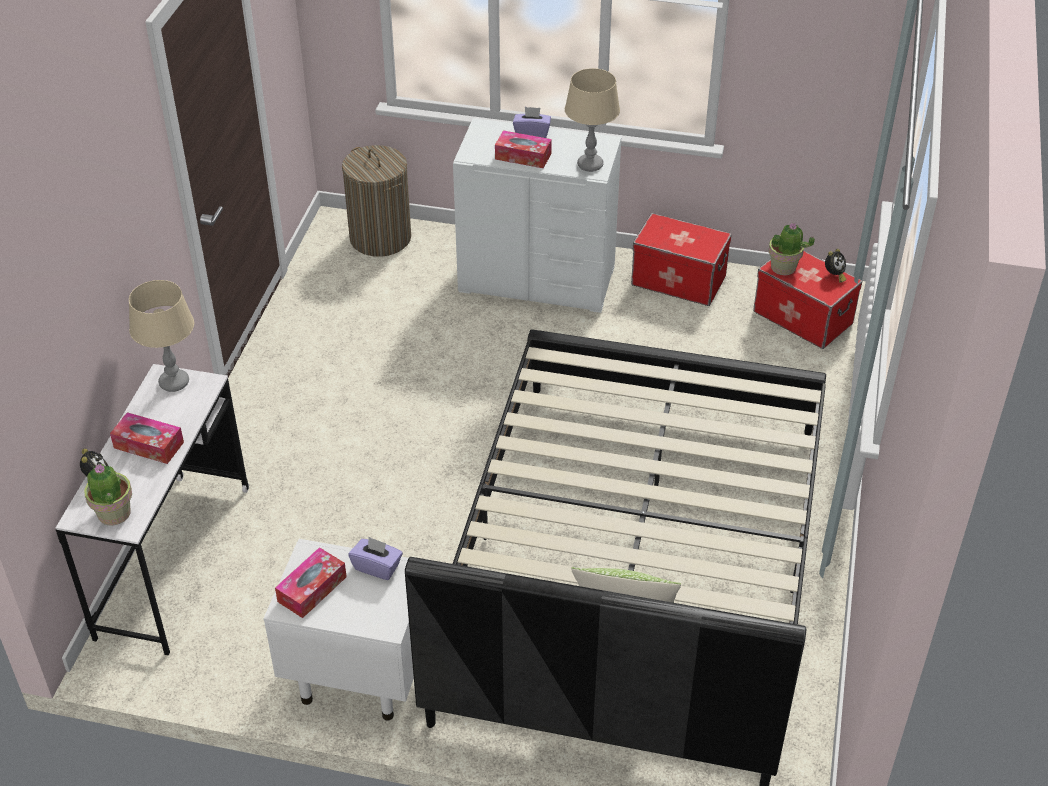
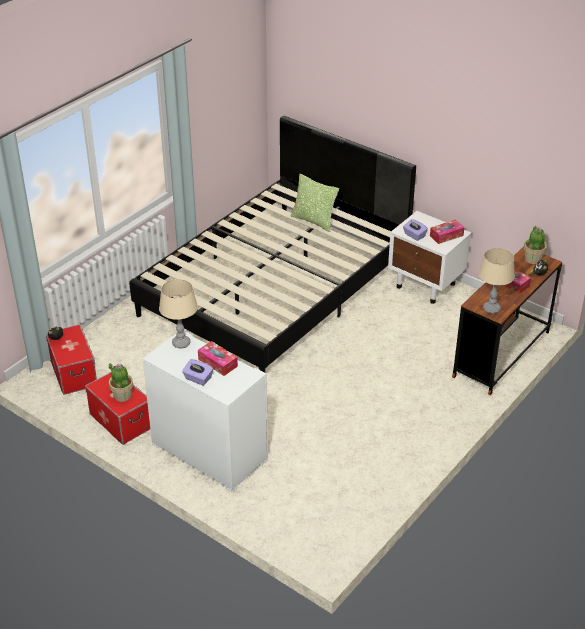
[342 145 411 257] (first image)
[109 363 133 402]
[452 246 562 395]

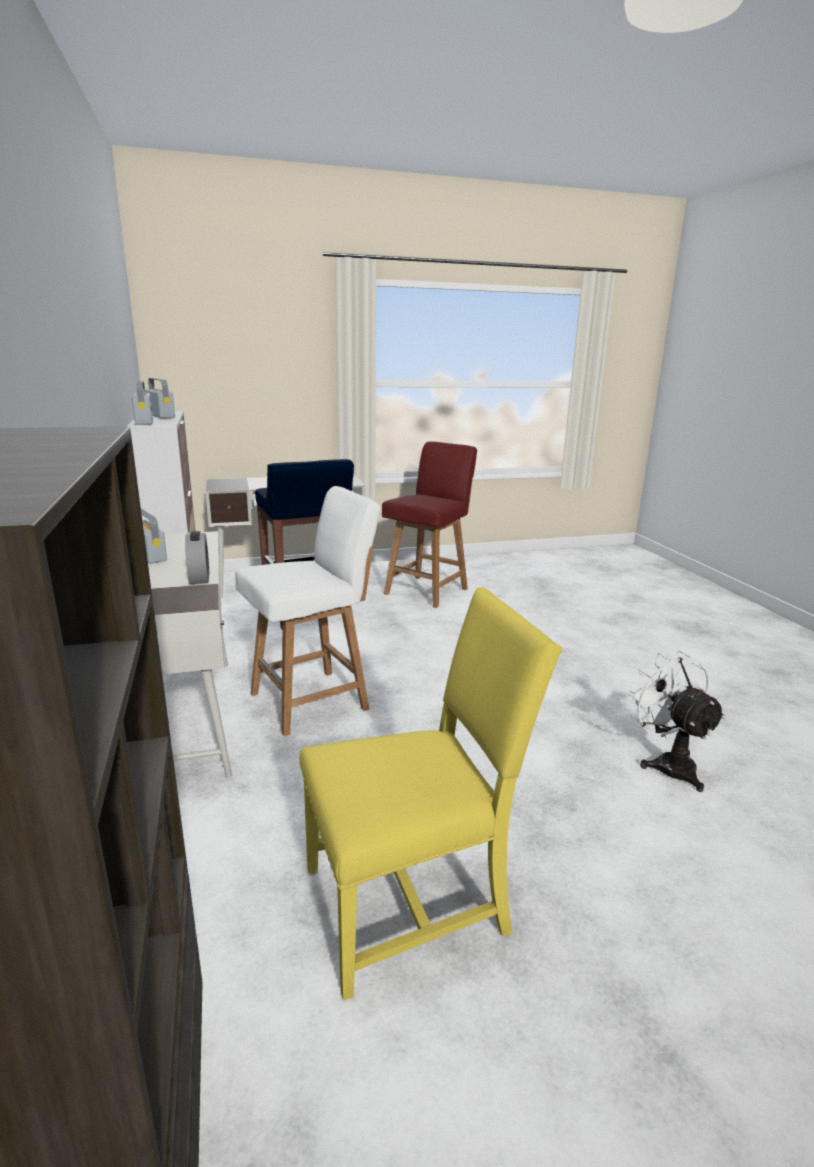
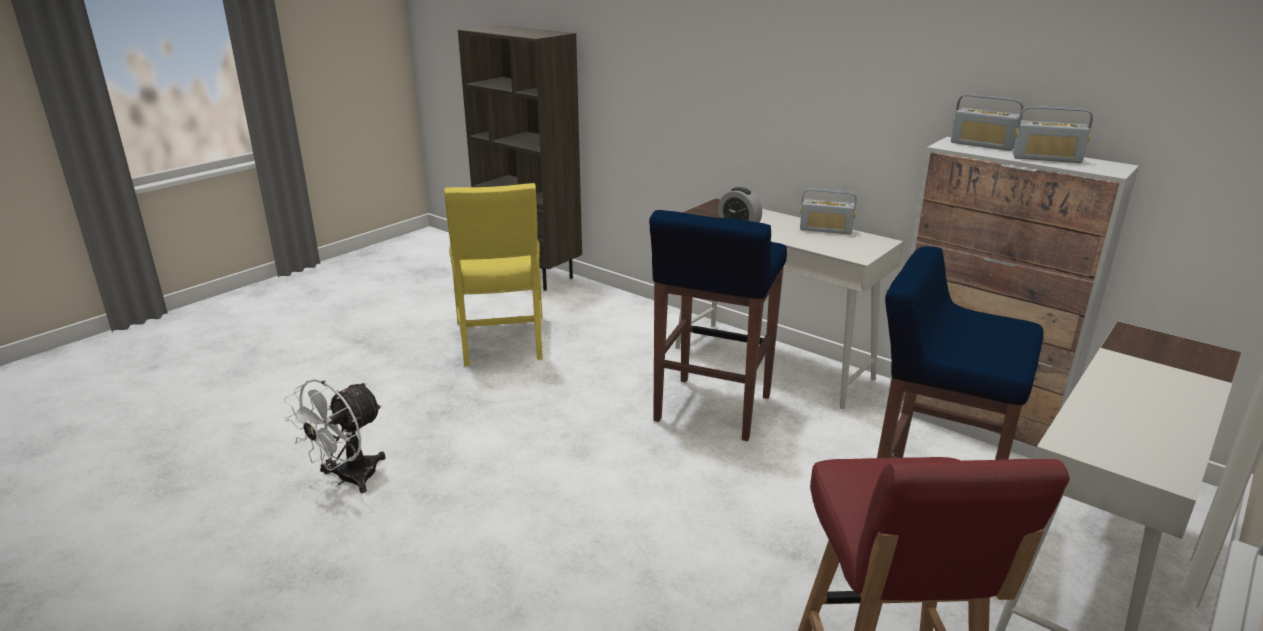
[649 210 787 441]
[444 183 543 366]
[284 379 386 493]

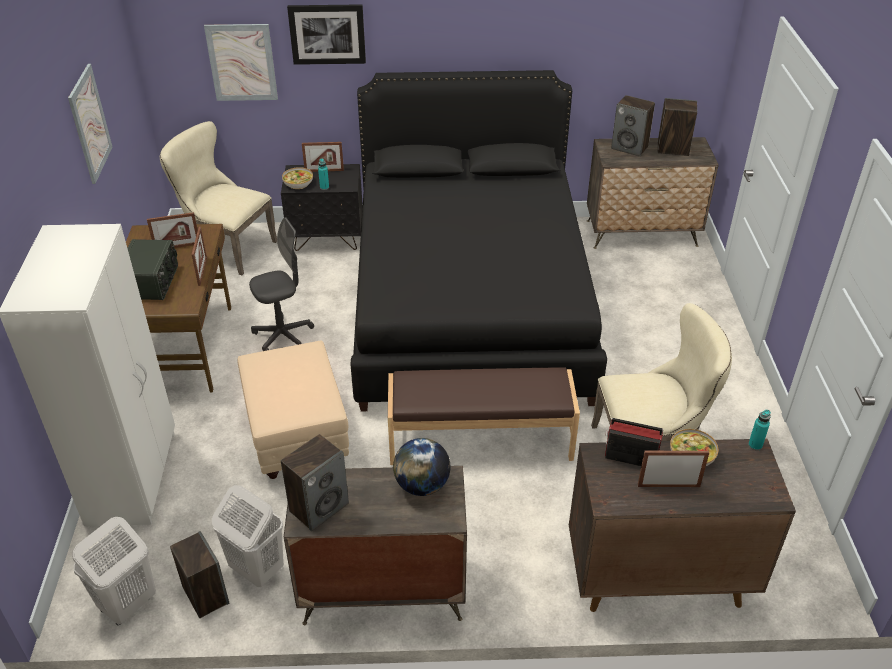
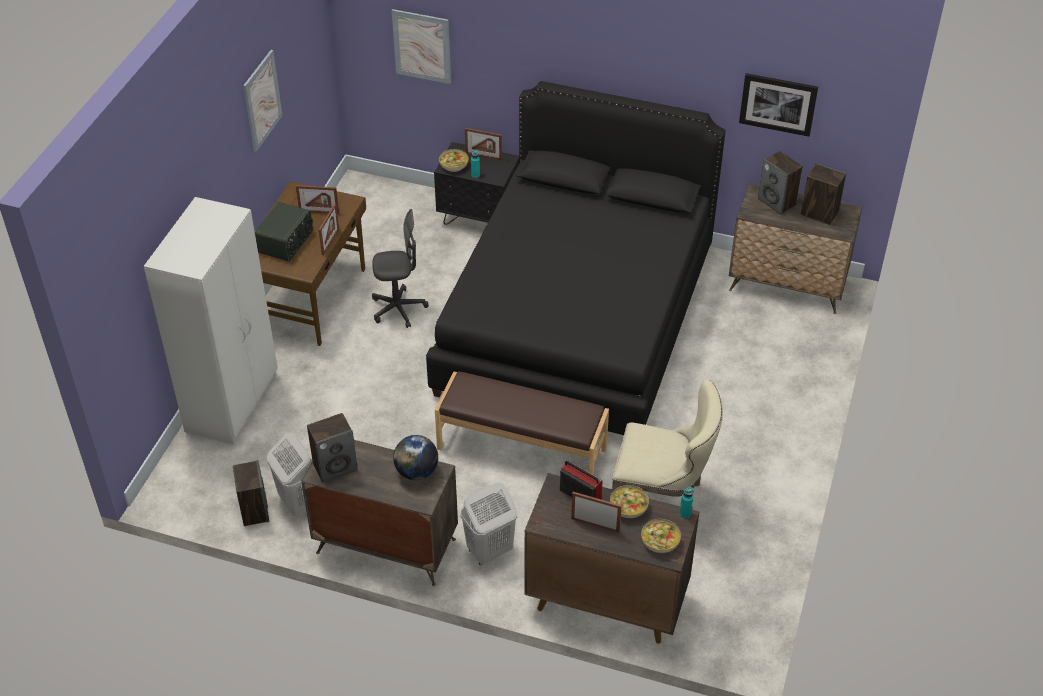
[160 121 277 275] (first image)
[237 341 349 479] (first image)
[641 519 681 553]
[460 483 517 565]
[739 73 818 137]

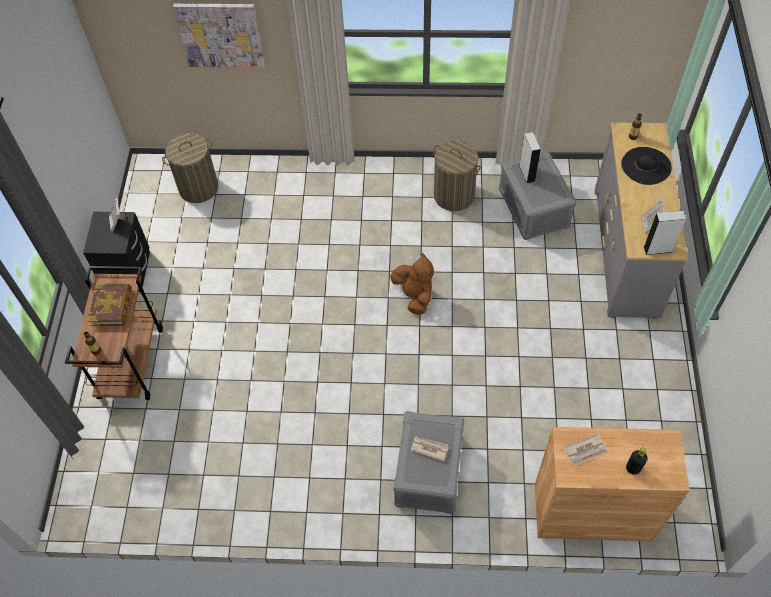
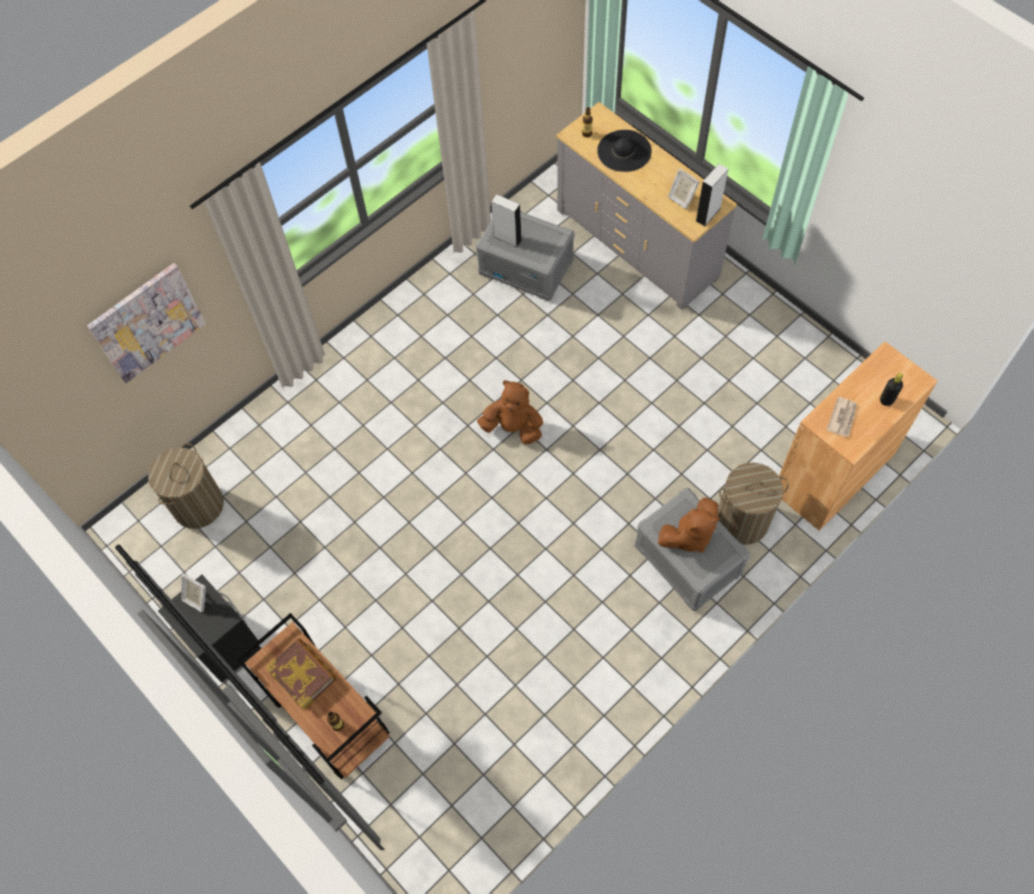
[718 462 788 545]
[658 498 720 553]

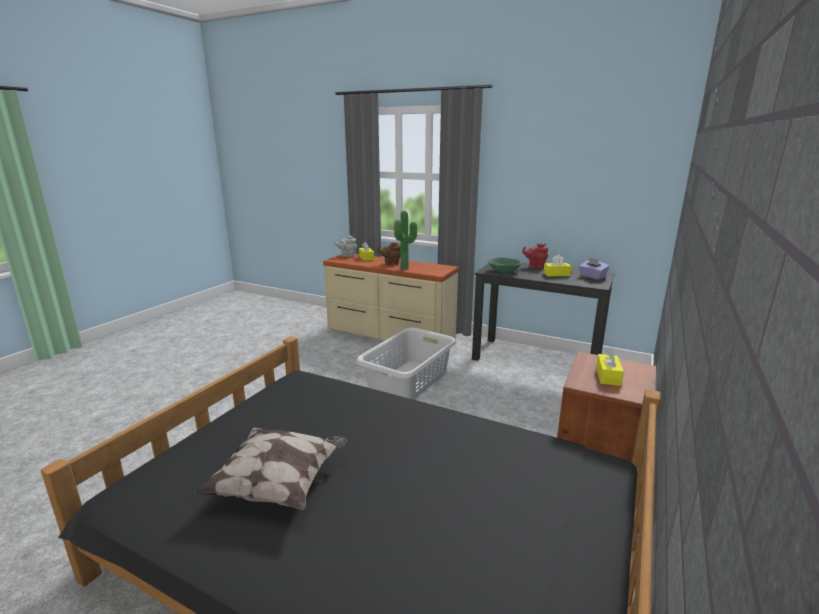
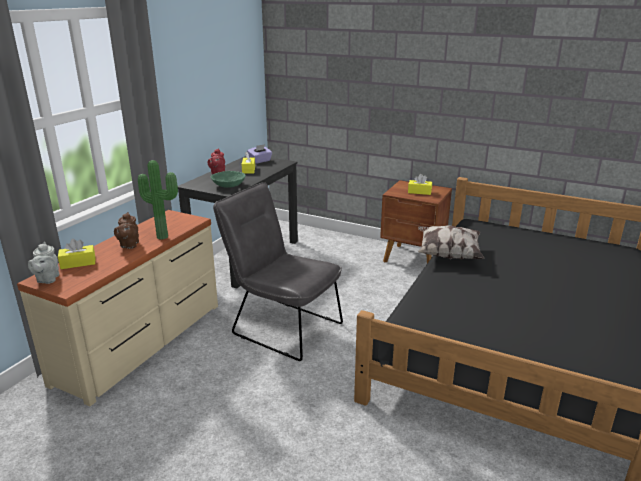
[418 225 484 259]
[213 182 343 361]

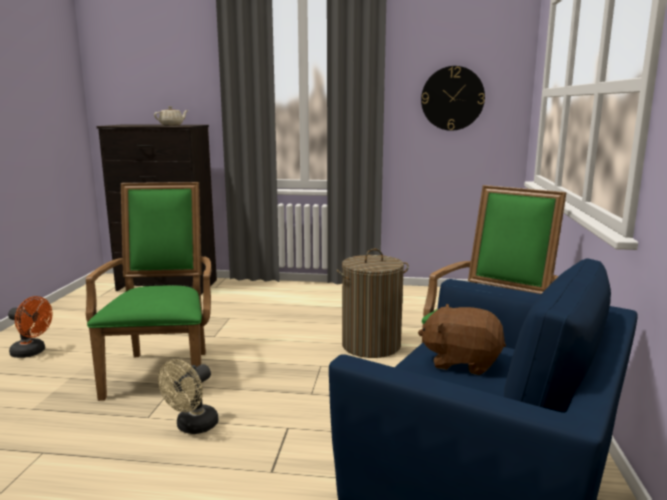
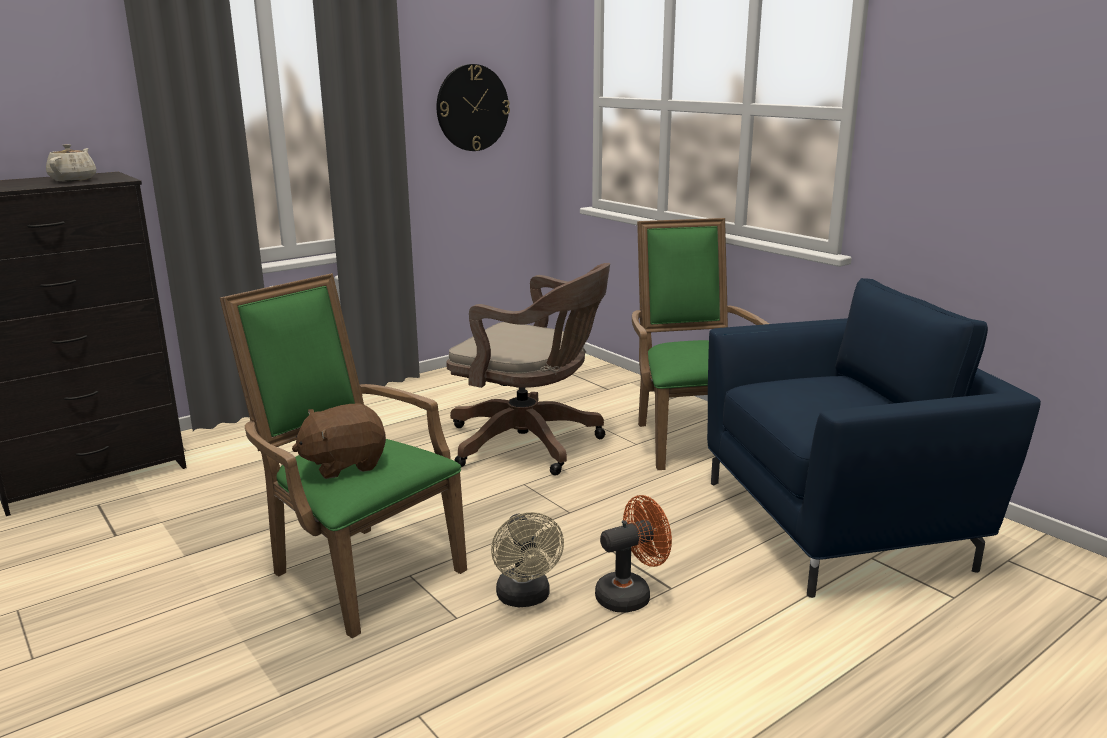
[595 495 672 613]
[292 403 386 479]
[446 263 610 475]

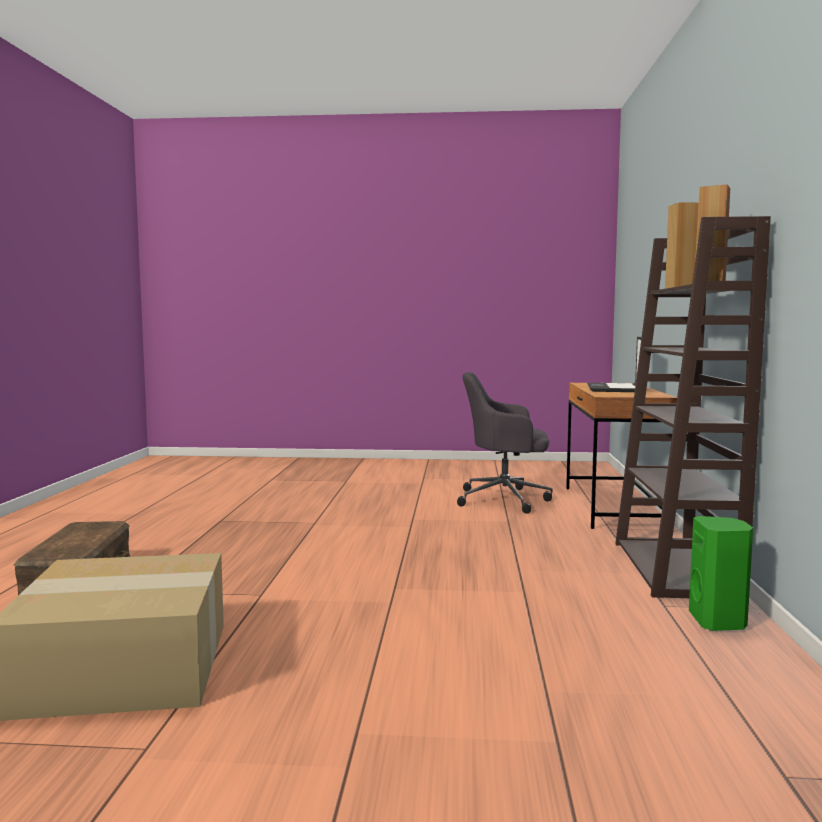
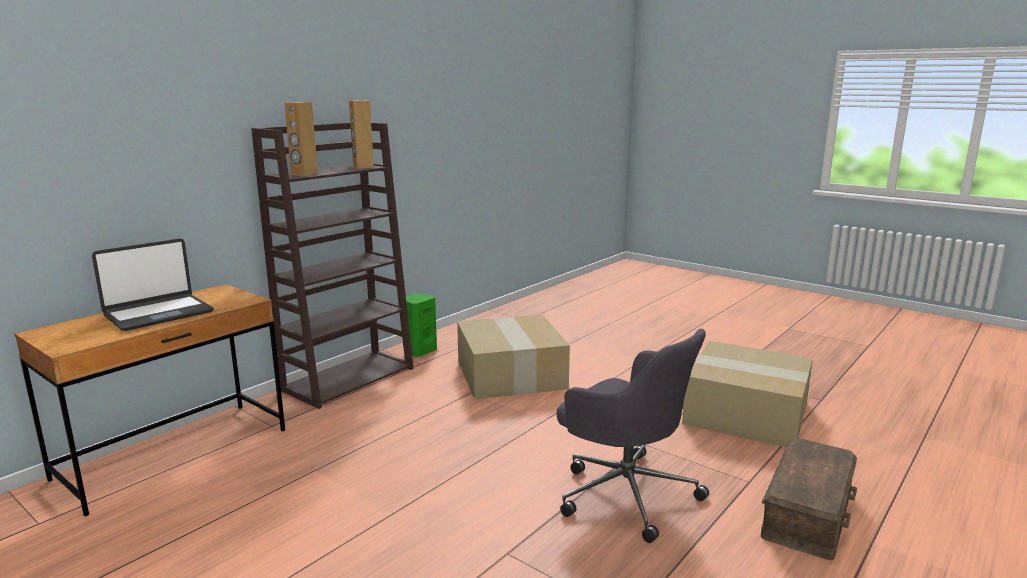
[457 314 570 399]
[557 329 709 543]

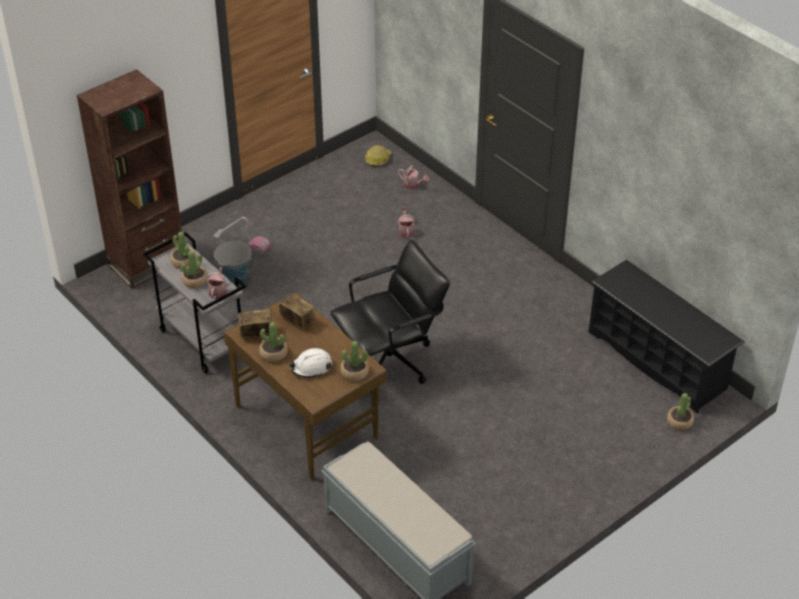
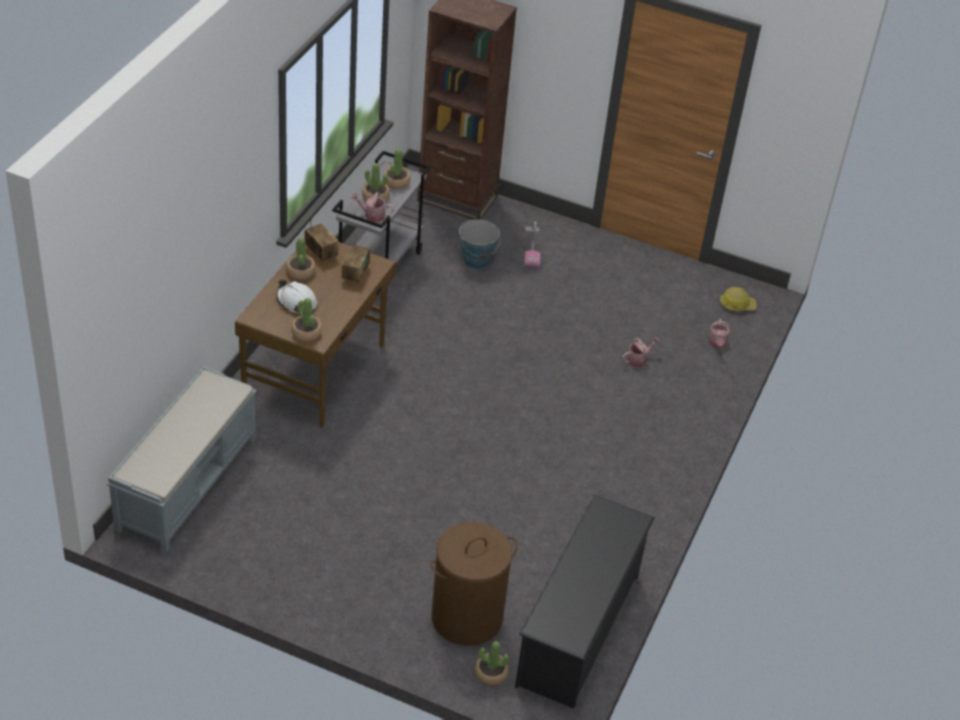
[330 240 450 384] (first image)
[430 522 518 646]
[351 192 394 222]

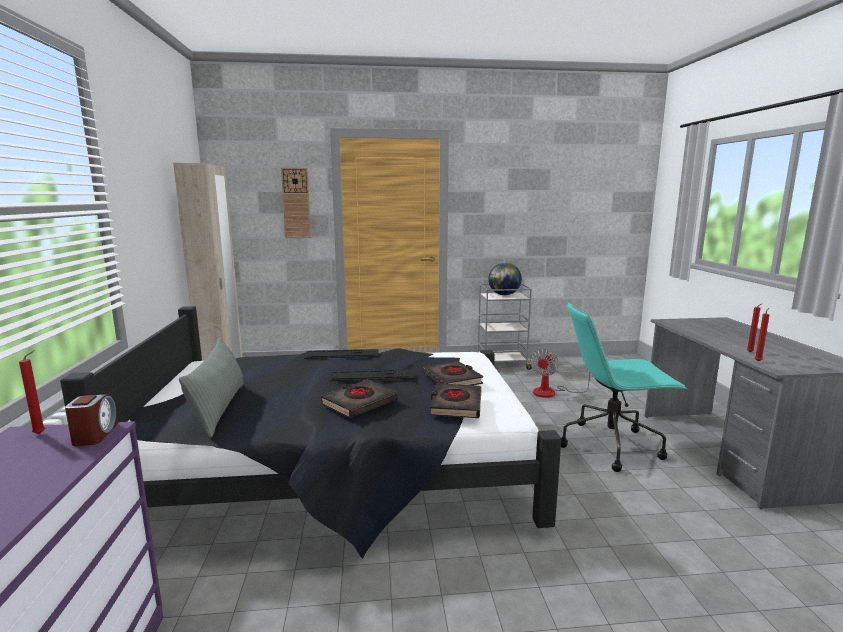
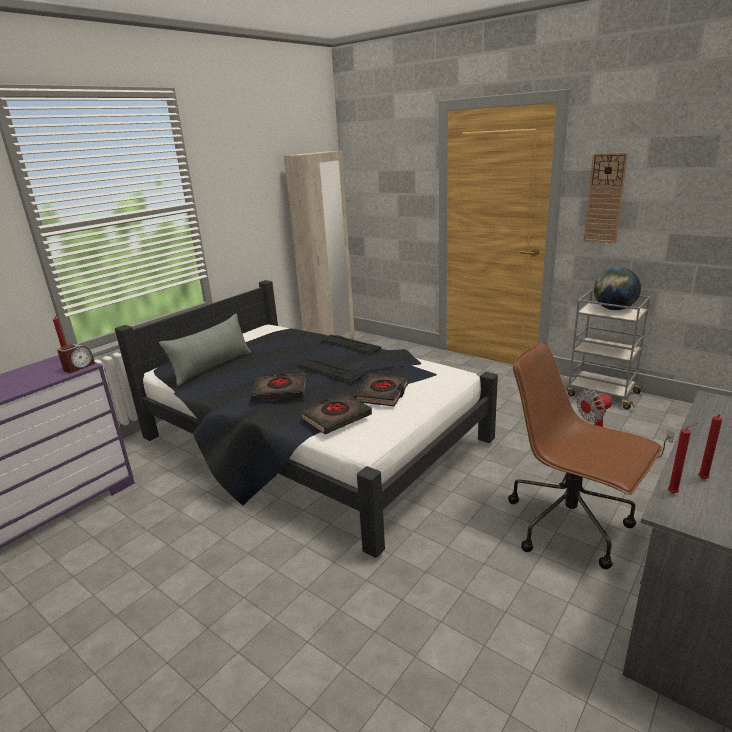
[584 153 628 243]
[508 342 663 569]

